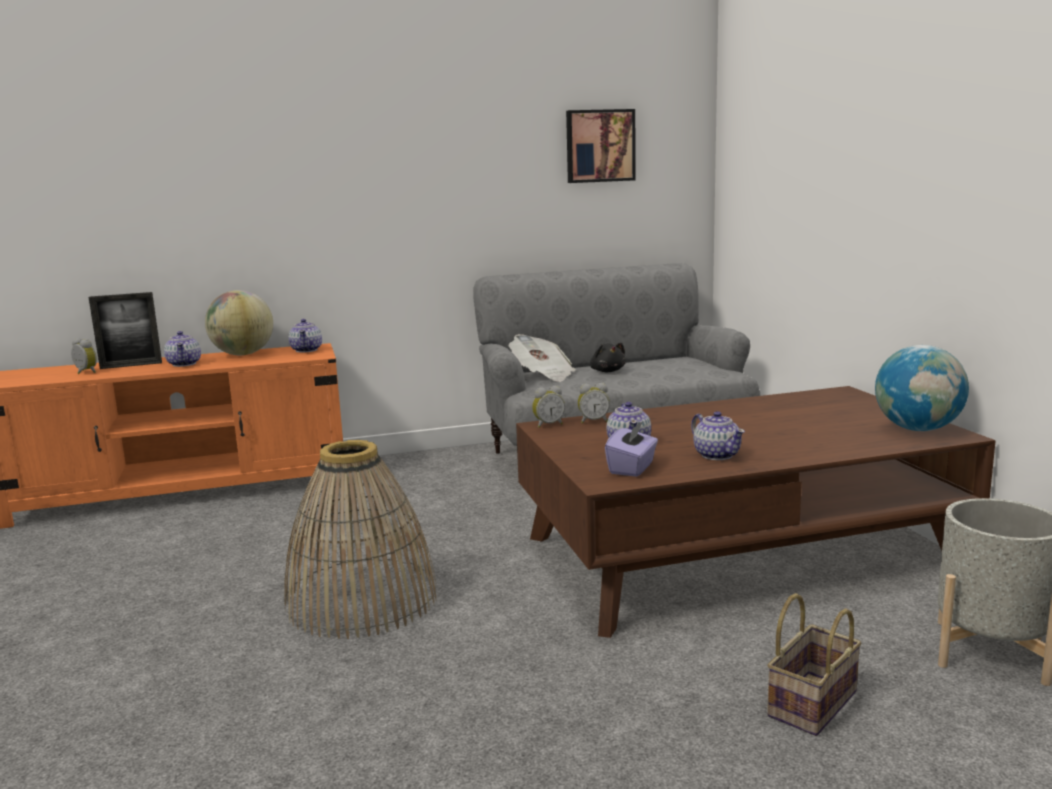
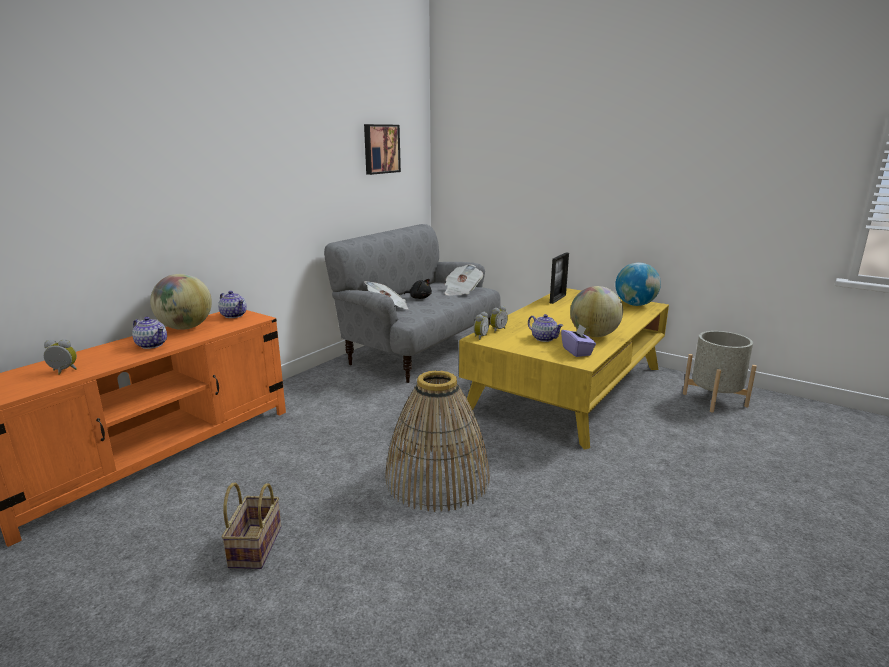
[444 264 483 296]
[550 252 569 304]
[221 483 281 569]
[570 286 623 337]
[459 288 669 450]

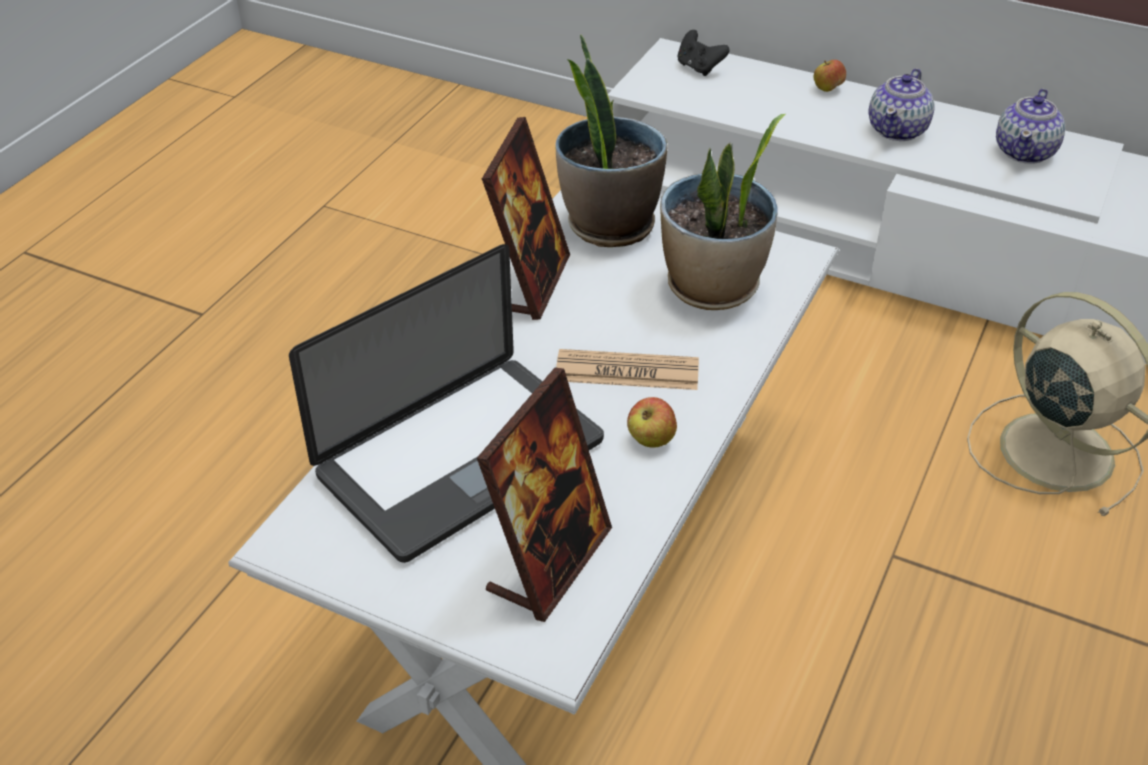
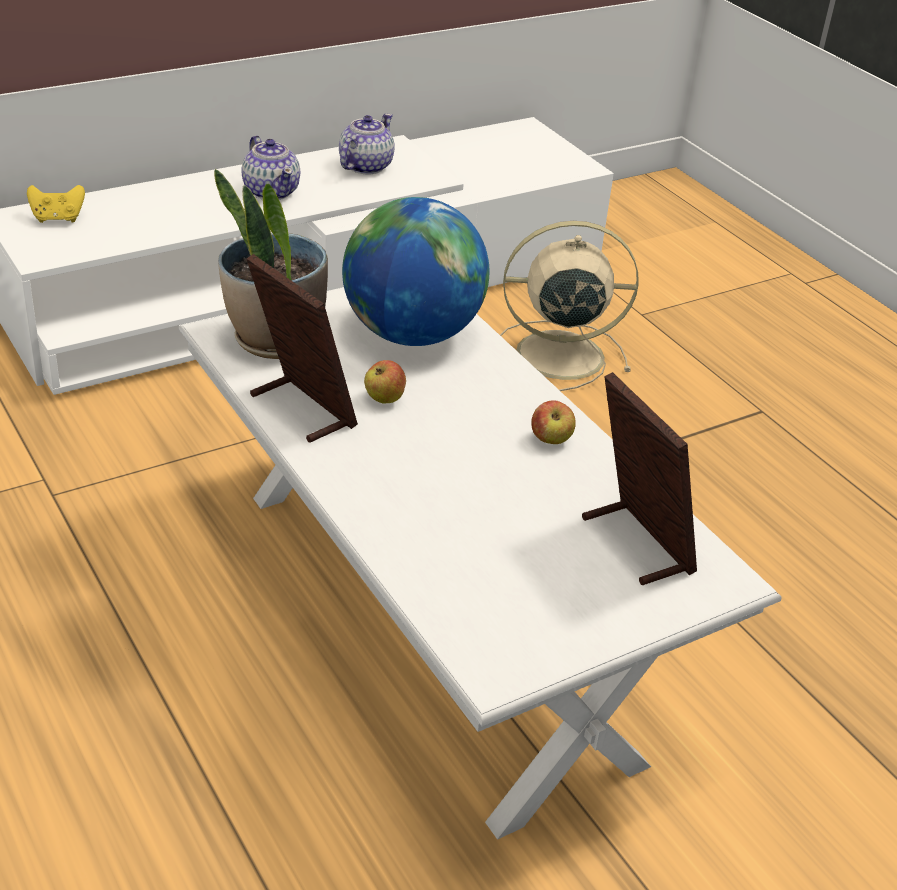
[289 244 604 563] (first image)
[556 349 699 390] (first image)
[364 360 406 403]
[342 197 490 346]
[27 185 85 223]
[339 113 395 174]

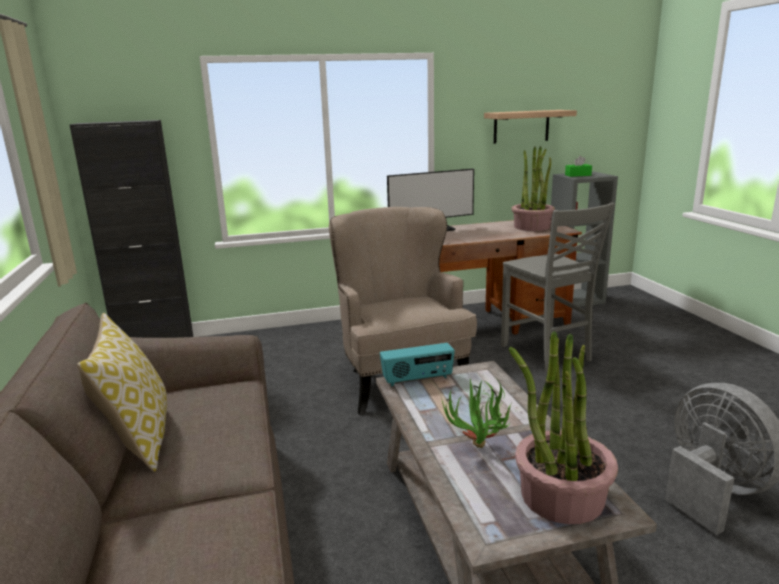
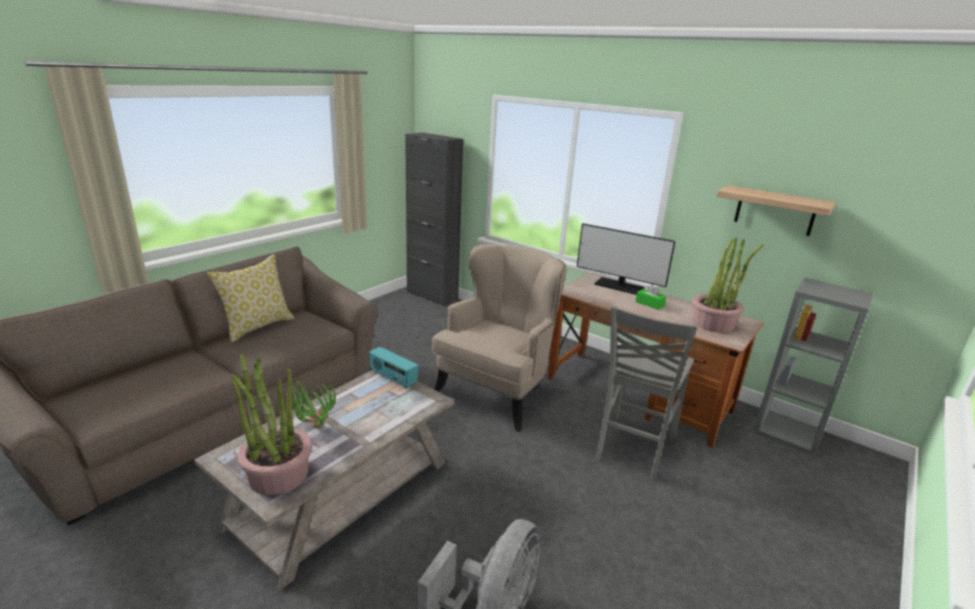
[635 284 667 310]

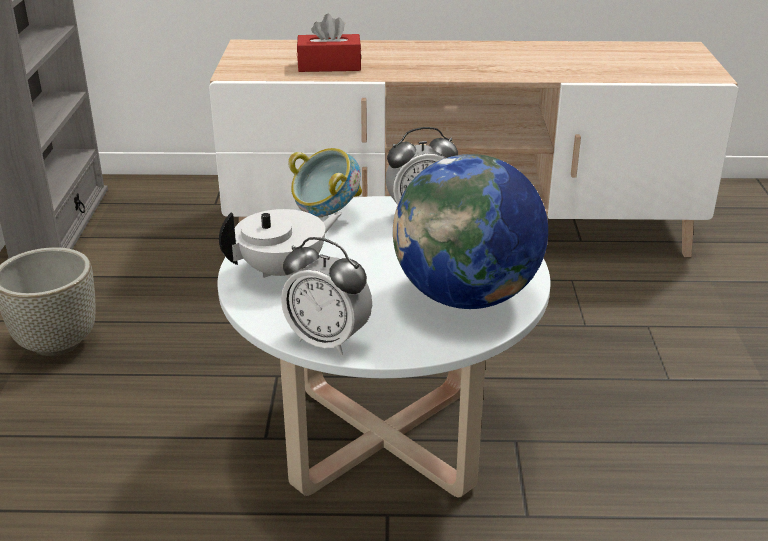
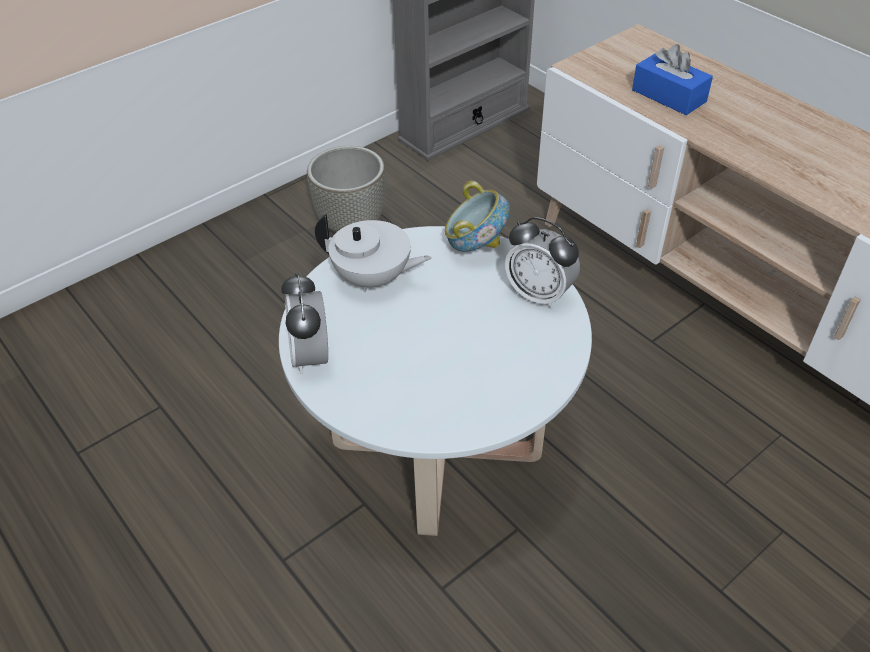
[393 154 548 309] (first image)
[632 44 713 115]

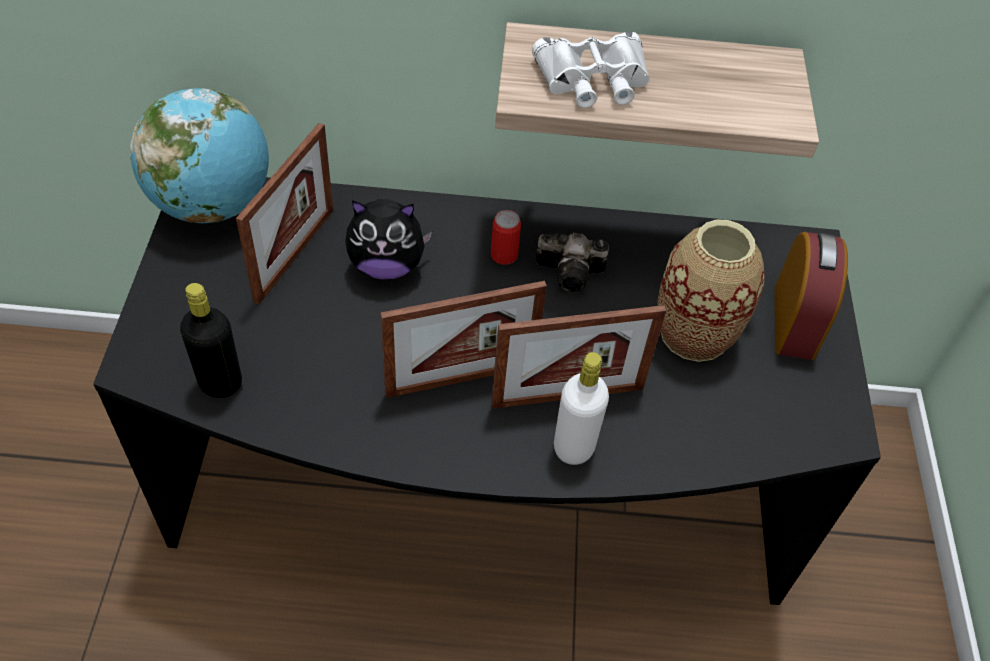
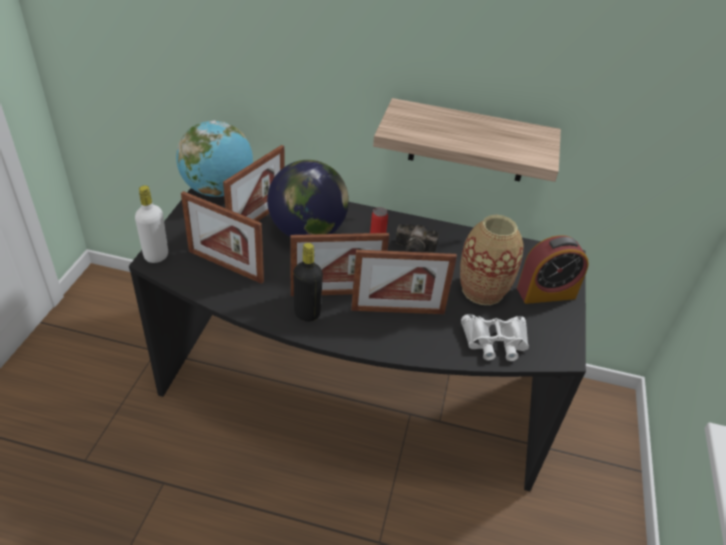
[181 191 264 284]
[293 243 323 321]
[461 314 529 361]
[135 185 168 263]
[267 160 349 237]
[517 235 589 304]

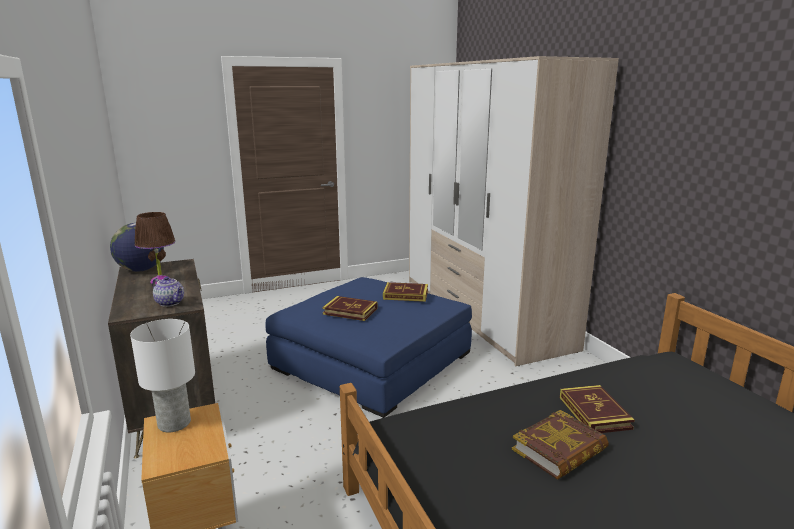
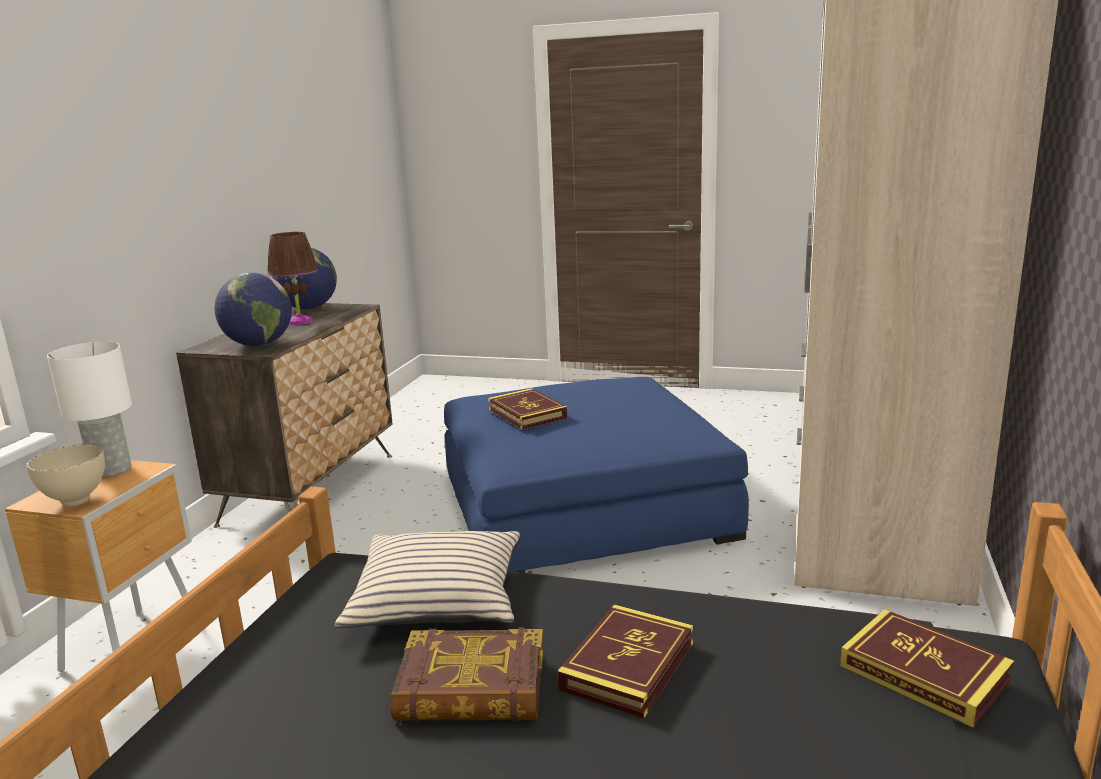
[26 444 105 506]
[334 531 520 628]
[840 609 1014 728]
[215 273 292 346]

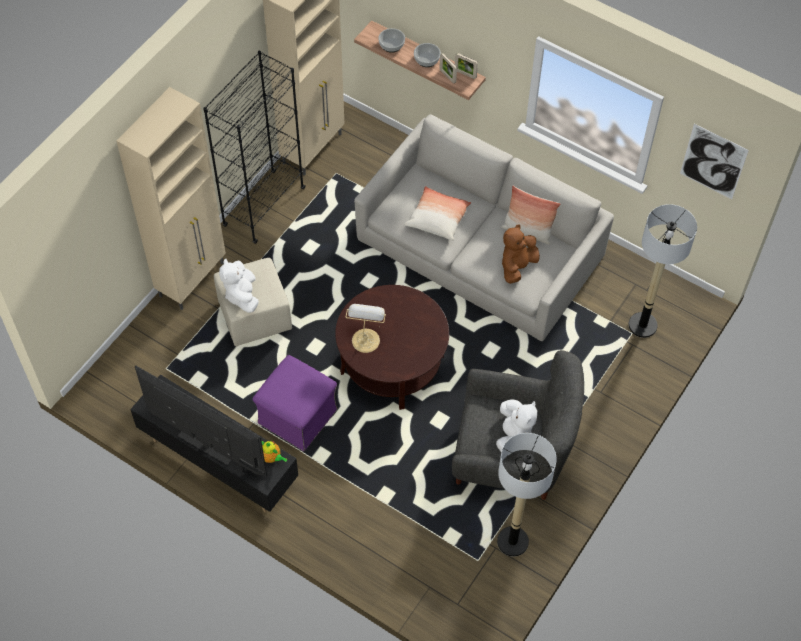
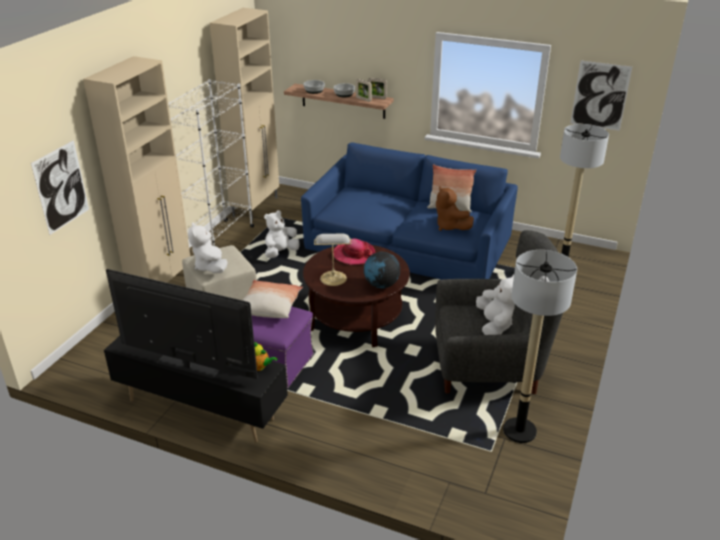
[31 140 89 235]
[264 210 300 258]
[333 239 375 265]
[364 252 400 288]
[243 280 303 318]
[168 79 254 252]
[301 142 518 279]
[436 186 474 231]

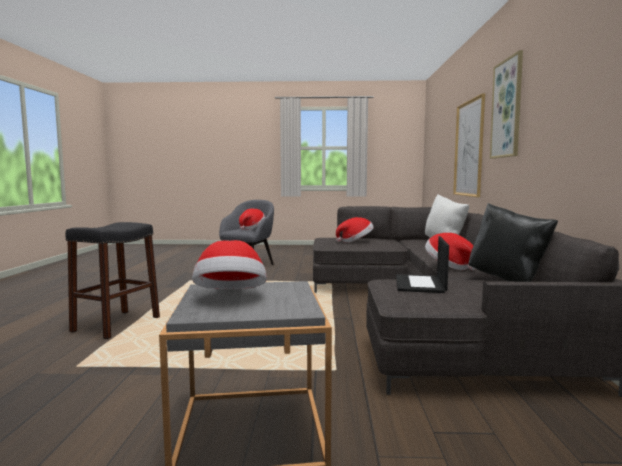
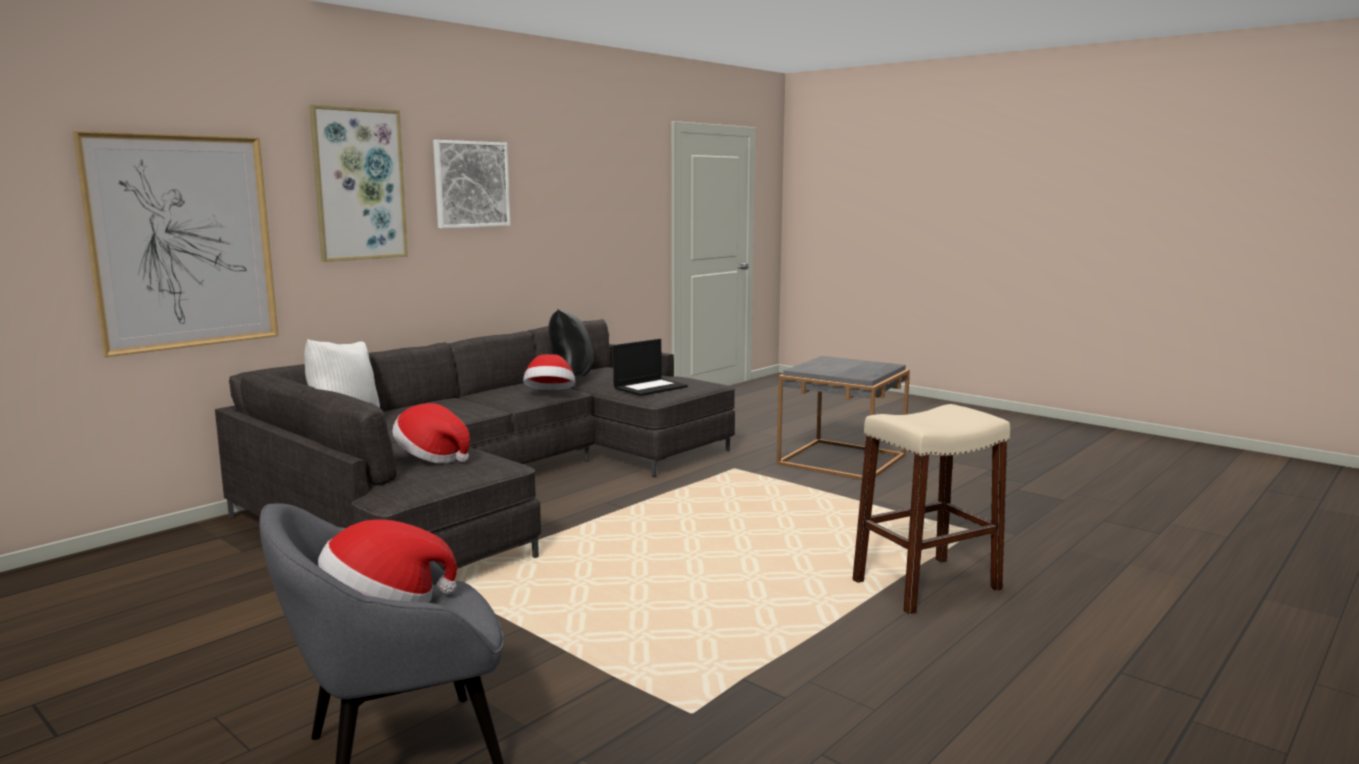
[192 240 267 289] (first image)
[433 140 510 229]
[852 404 1010 615]

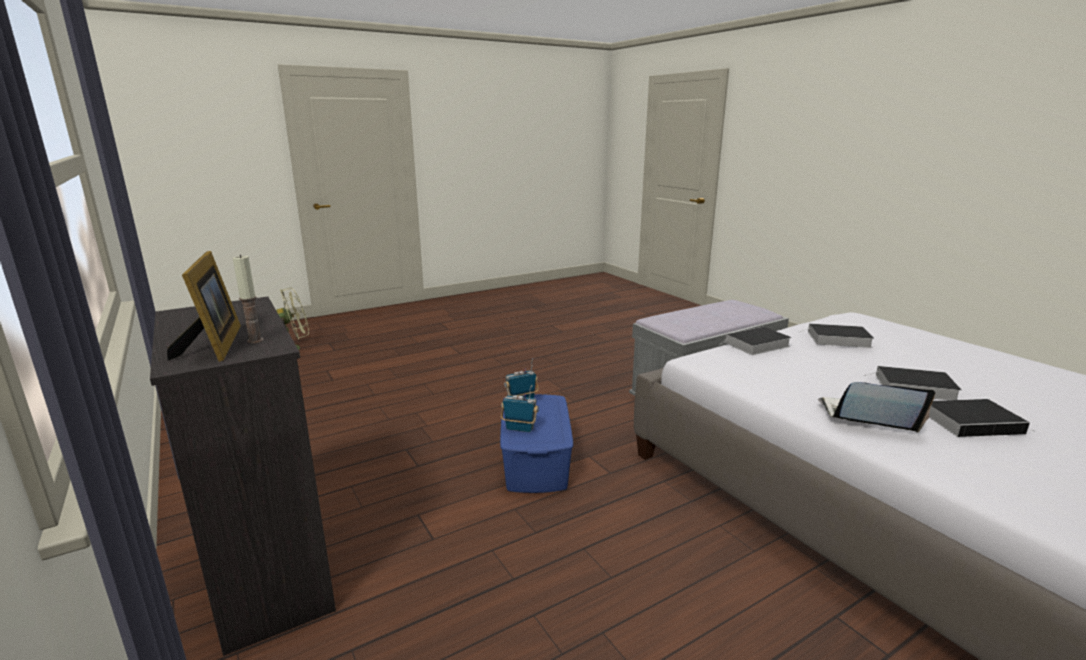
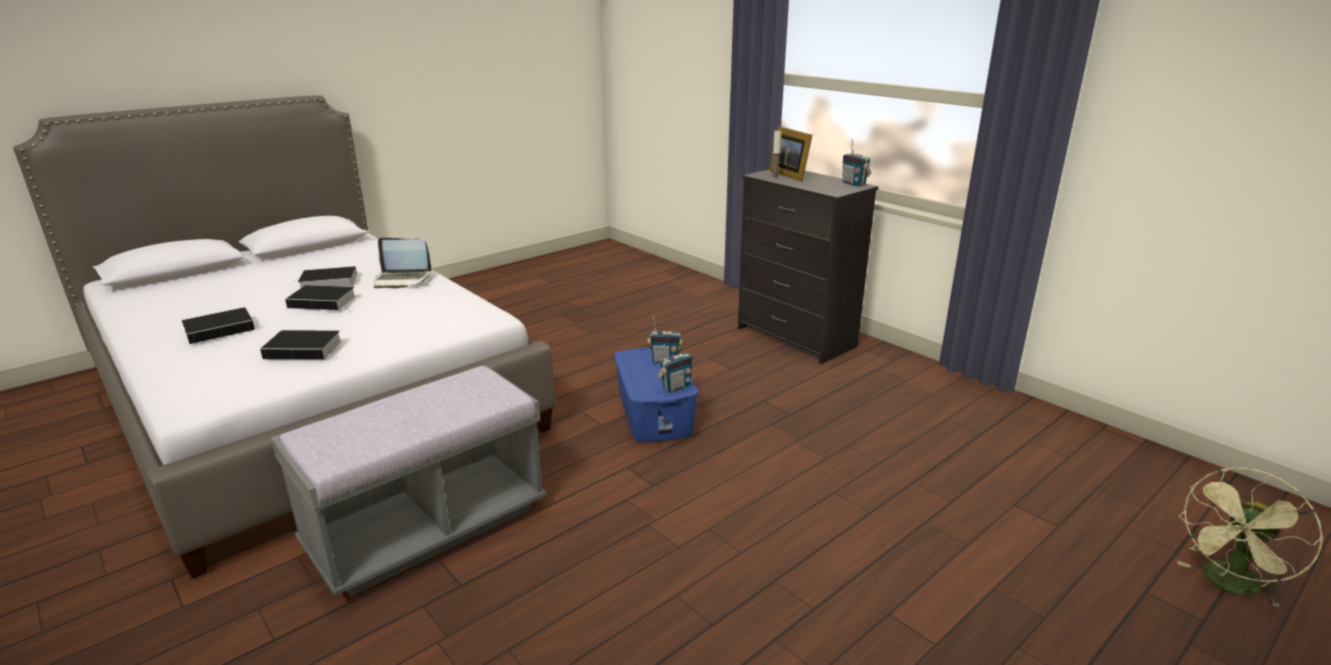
[842 138 871 187]
[182 307 267 344]

